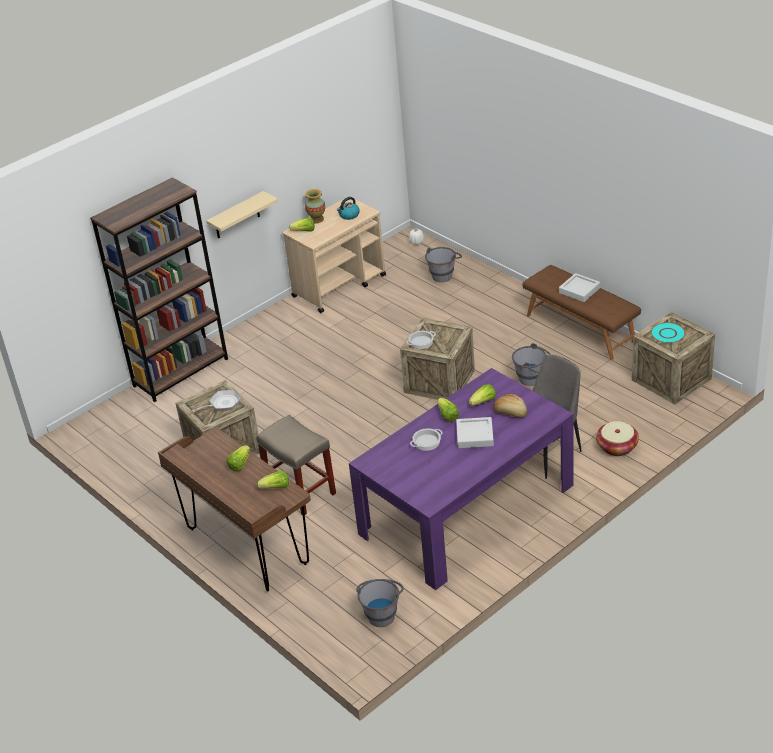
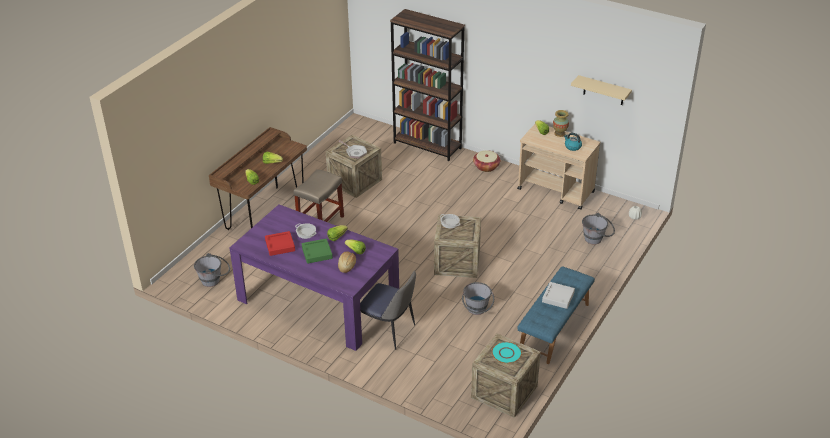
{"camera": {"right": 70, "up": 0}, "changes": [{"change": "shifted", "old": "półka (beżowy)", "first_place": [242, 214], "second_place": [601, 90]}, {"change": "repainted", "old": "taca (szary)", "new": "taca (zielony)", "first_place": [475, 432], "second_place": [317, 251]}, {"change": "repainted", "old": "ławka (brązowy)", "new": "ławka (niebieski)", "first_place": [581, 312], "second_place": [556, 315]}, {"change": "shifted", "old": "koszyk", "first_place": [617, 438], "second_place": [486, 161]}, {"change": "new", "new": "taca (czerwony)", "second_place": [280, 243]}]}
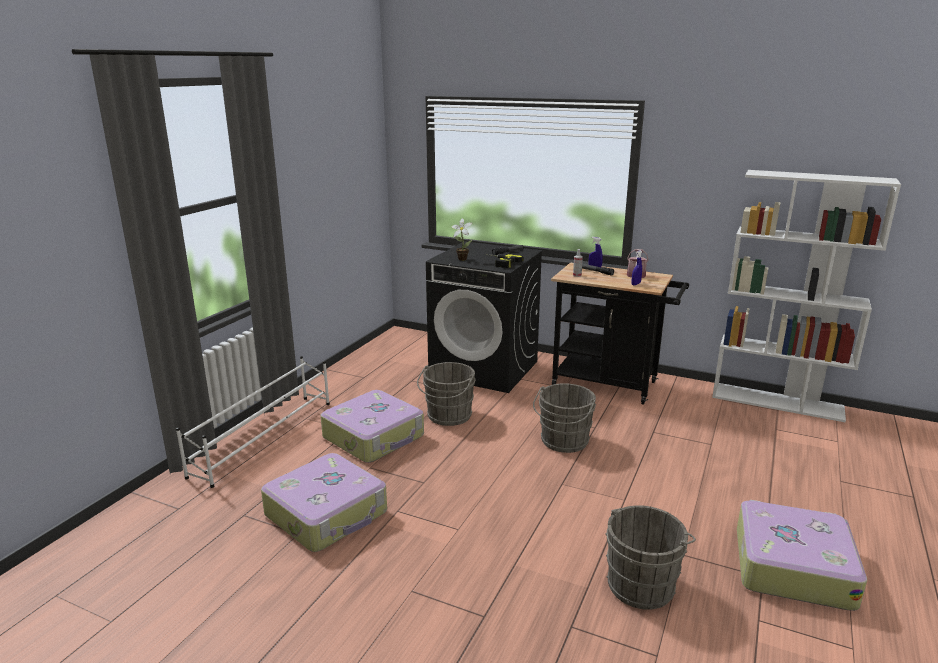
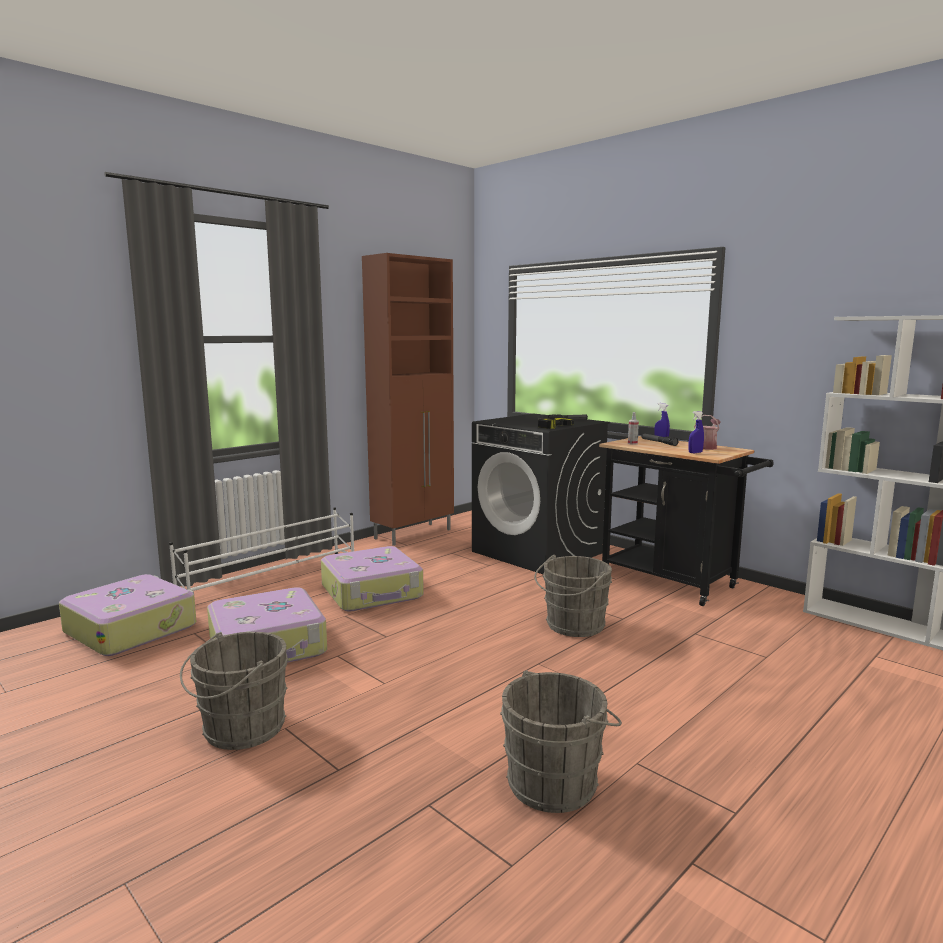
{"camera": {"right": 20, "up": -10}, "changes": [{"change": "shifted", "old": "wiadro (szary)", "first_place": [446, 394], "second_place": [234, 691]}, {"change": "gone", "old": "roślina doniczkowa", "first_place": [461, 239]}, {"change": "shifted", "old": "walizka", "first_place": [802, 555], "second_place": [127, 615]}, {"change": "new", "new": "szafka (brązowy)", "second_place": [408, 399]}]}
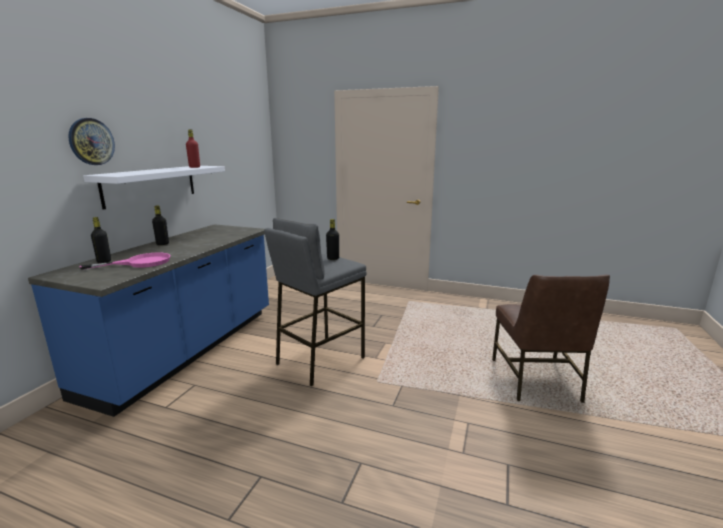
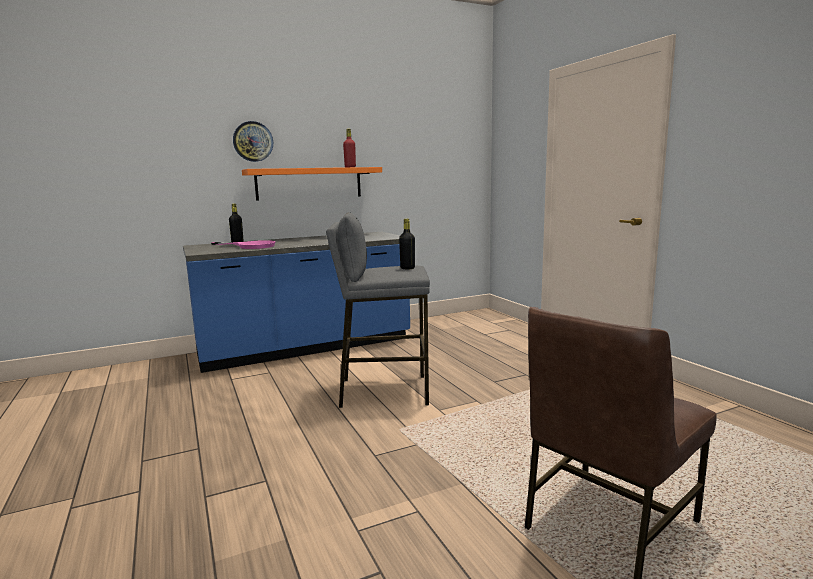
{"camera": {"right": 45, "up": -5}, "changes": [{"change": "repainted", "old": "półka (biały)", "new": "półka (pomarańczowy)", "first_place": [154, 187], "second_place": [312, 184]}, {"change": "gone", "old": "butelka (czarny)", "first_place": [160, 225]}]}
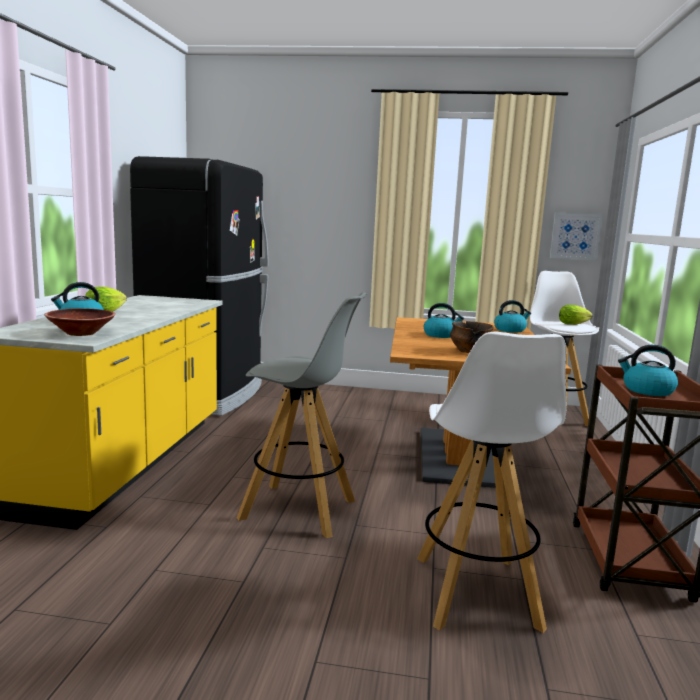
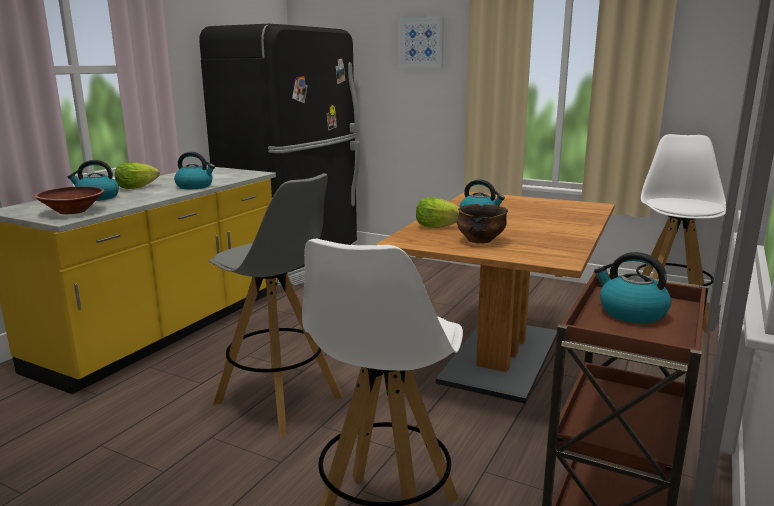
{"camera": {"right": 20, "up": 5}, "changes": [{"change": "shifted", "old": "czajnik", "first_place": [512, 316], "second_place": [194, 170]}, {"change": "shifted", "old": "obraz", "first_place": [576, 236], "second_place": [421, 42]}, {"change": "shifted", "old": "sałata", "first_place": [576, 315], "second_place": [438, 212]}]}
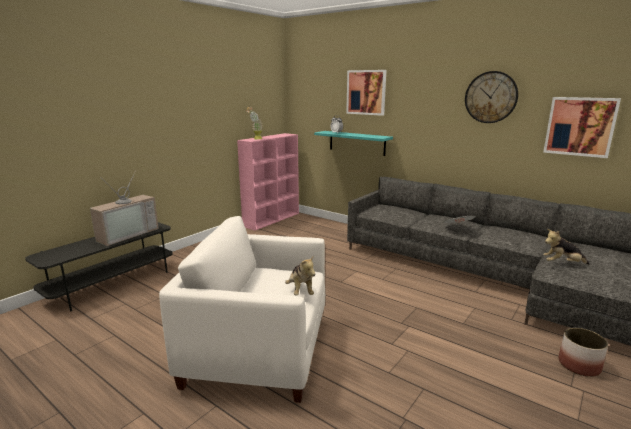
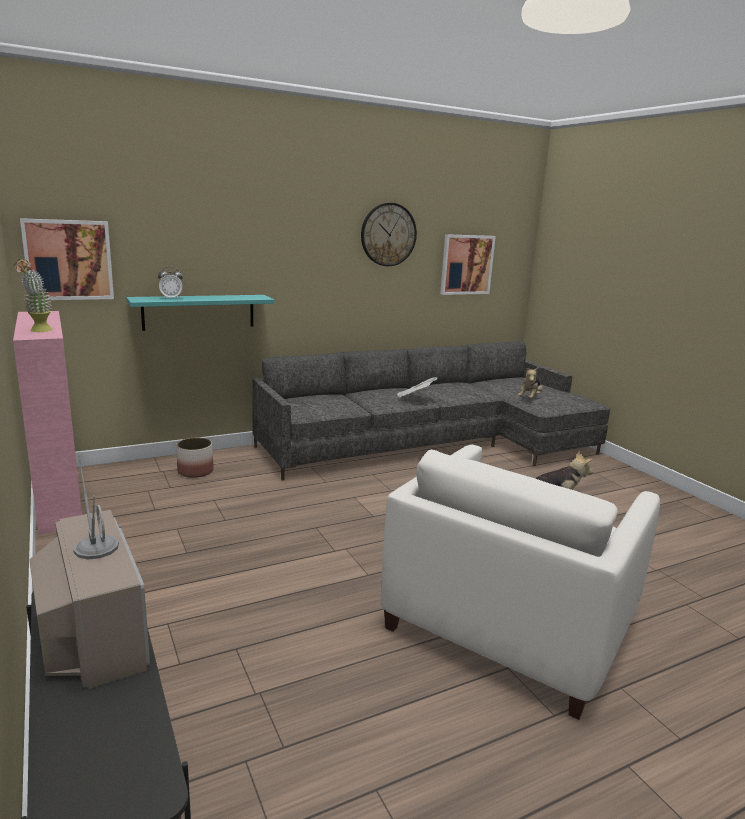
{"camera": {"right": -65, "up": 0}, "changes": [{"change": "shifted", "old": "obraz", "first_place": [366, 93], "second_place": [67, 259]}, {"change": "shifted", "old": "donica", "first_place": [583, 352], "second_place": [194, 458]}]}
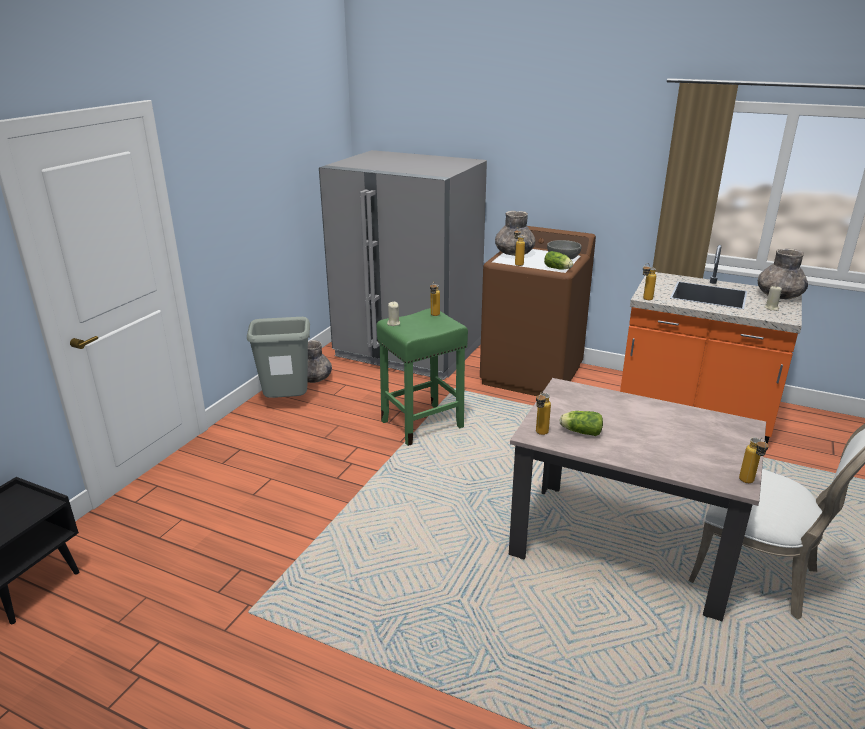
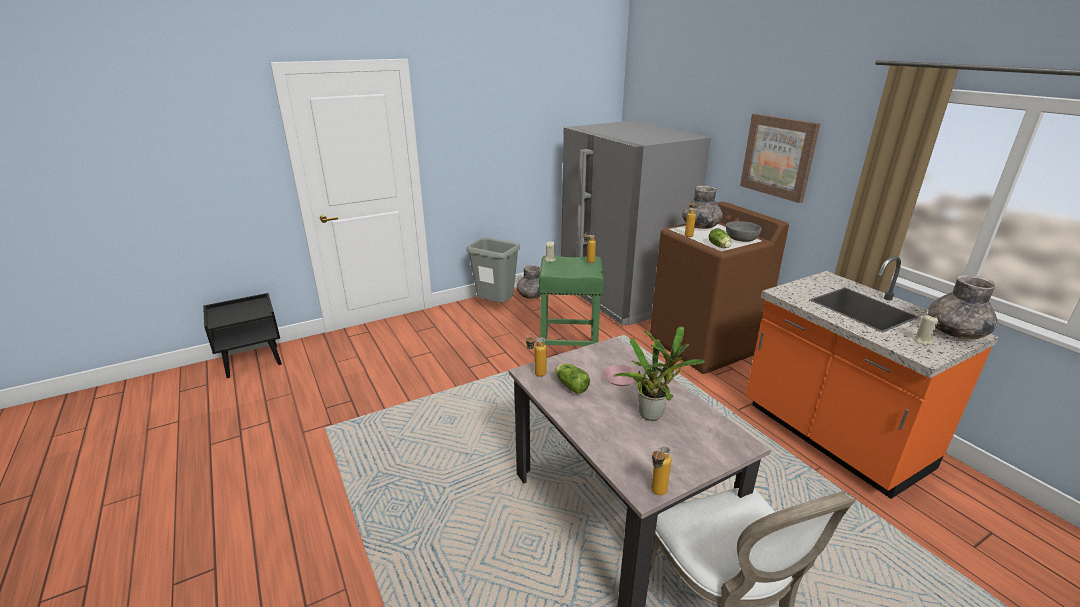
{"camera": {"right": 35, "up": 0}, "changes": [{"change": "gone", "old": "butelka", "first_place": [649, 281]}, {"change": "new", "new": "talerz (różowy)", "second_place": [620, 375]}, {"change": "new", "new": "roślina doniczkowa", "second_place": [659, 373]}, {"change": "new", "new": "obraz", "second_place": [780, 158]}]}
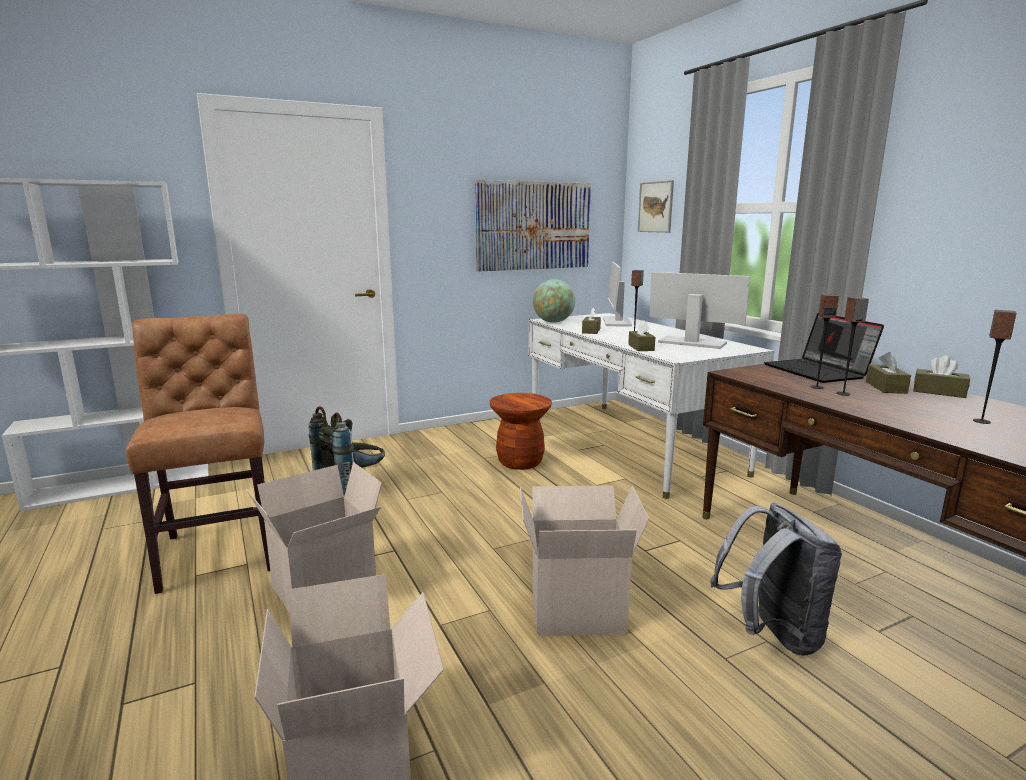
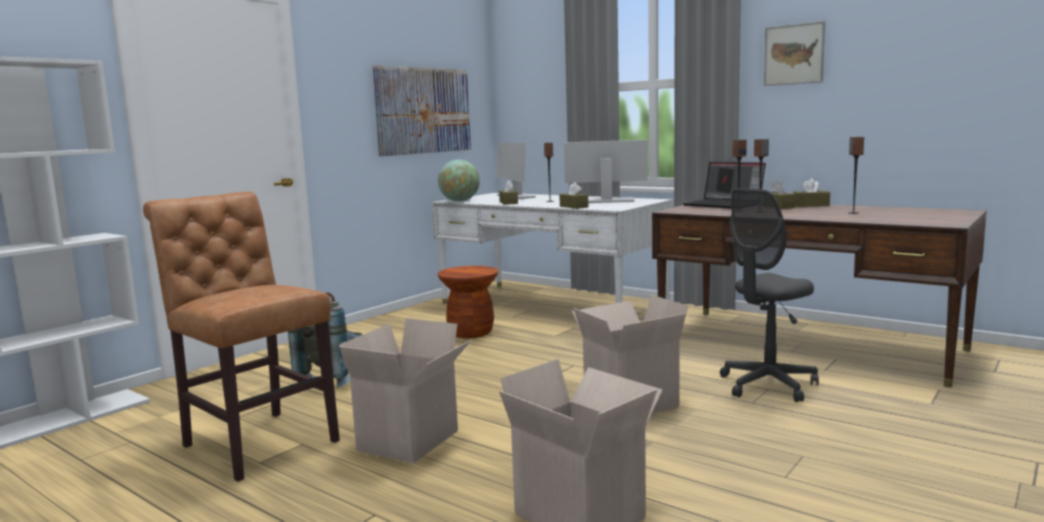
{"camera": {"right": -25, "up": -5}, "changes": [{"change": "shifted", "old": "obraz", "first_place": [656, 206], "second_place": [794, 53]}, {"change": "swapped", "old": "plecak (szary)", "new": "krzesło biurowe (szary)", "first_place": [776, 579], "second_place": [769, 295]}]}
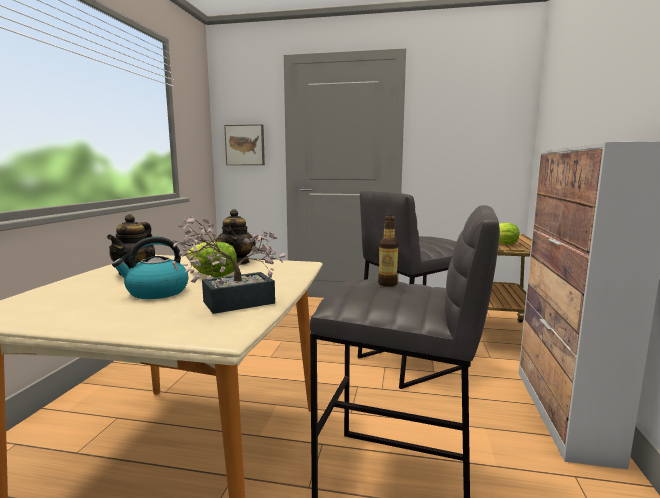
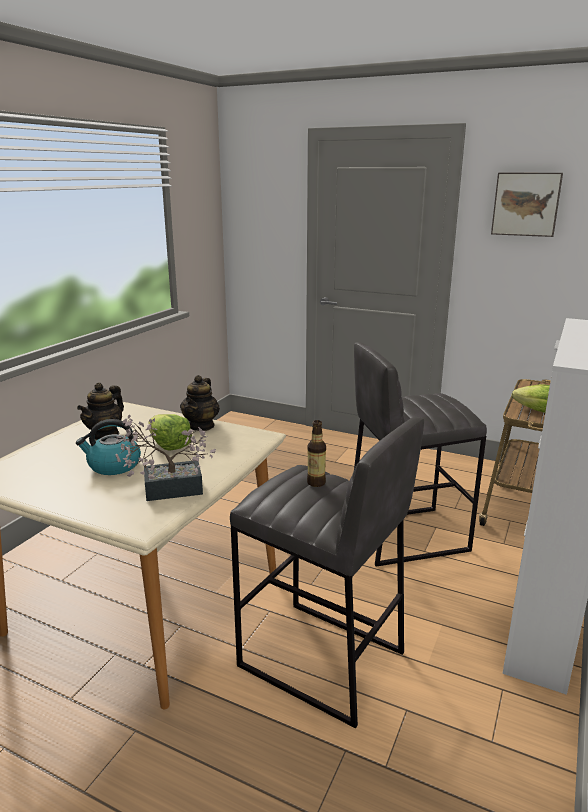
{"camera": {"right": 15, "up": 10}, "changes": [{"change": "shifted", "old": "obraz", "first_place": [244, 144], "second_place": [527, 205]}]}
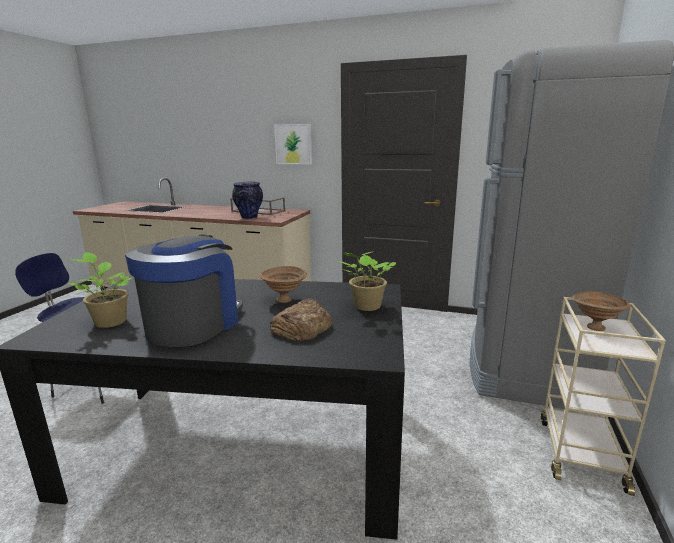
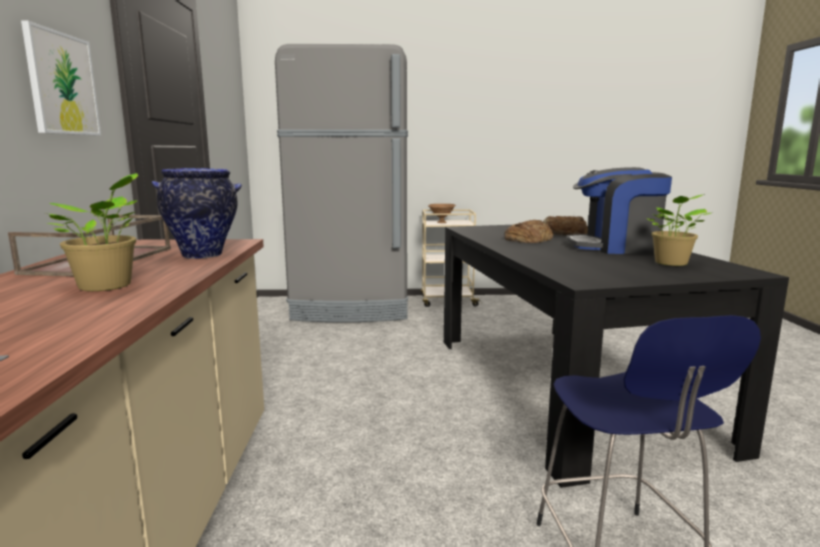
{"camera": {"right": -110, "up": -5}, "changes": [{"change": "swapped", "old": "miska (brązowy)", "new": "chleb", "first_place": [283, 284], "second_place": [529, 231]}, {"change": "shifted", "old": "roślina doniczkowa", "first_place": [367, 281], "second_place": [92, 232]}]}
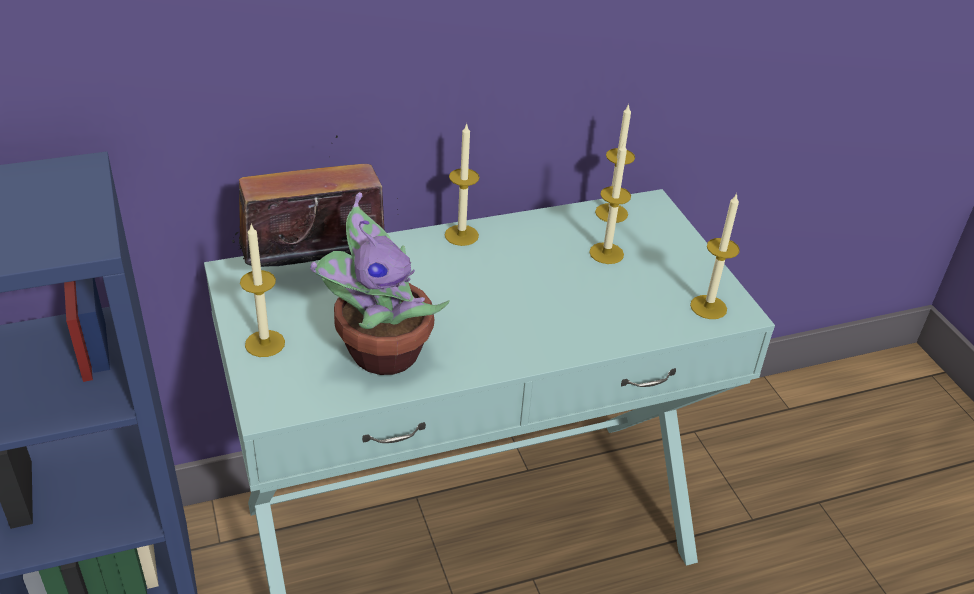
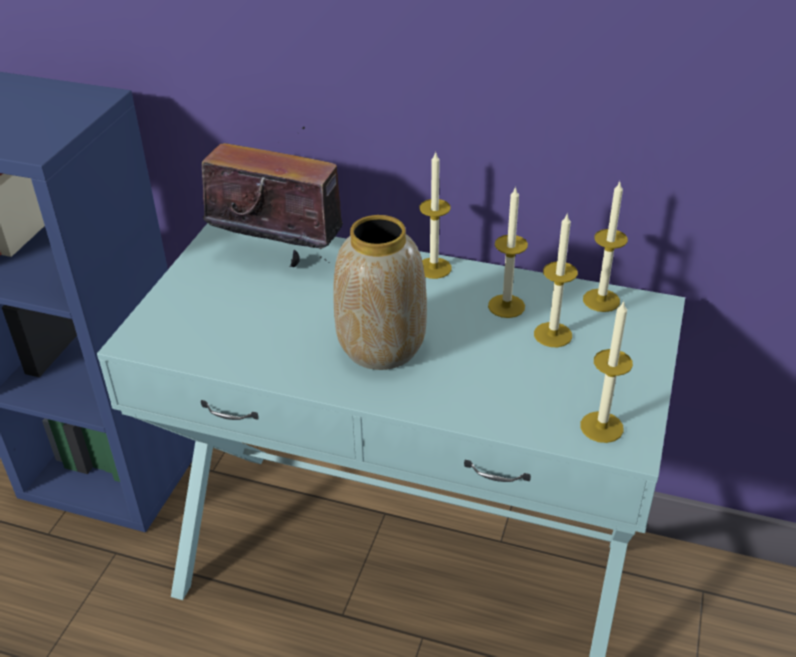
{"camera": {"right": 40, "up": 0}, "changes": [{"change": "shifted", "old": "świeca", "first_place": [262, 290], "second_place": [508, 252]}, {"change": "gone", "old": "roślina doniczkowa", "first_place": [380, 283]}, {"change": "new", "new": "wazon", "second_place": [380, 292]}]}
